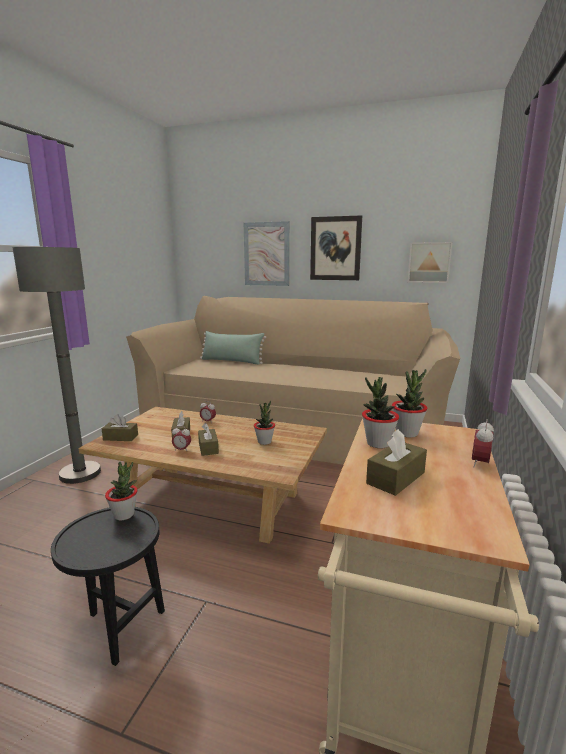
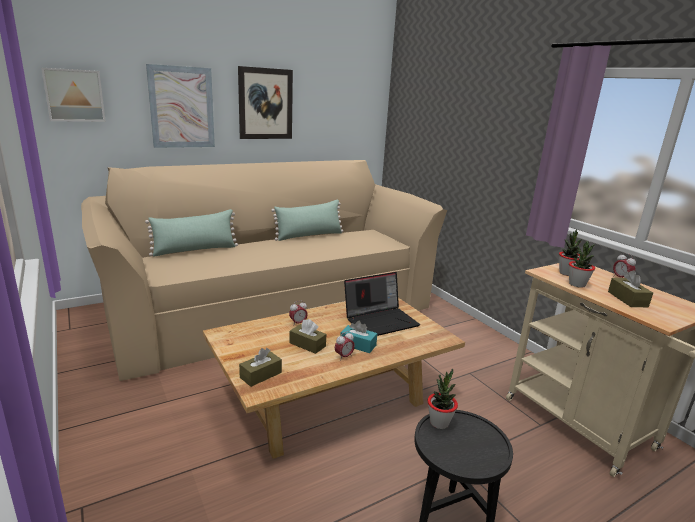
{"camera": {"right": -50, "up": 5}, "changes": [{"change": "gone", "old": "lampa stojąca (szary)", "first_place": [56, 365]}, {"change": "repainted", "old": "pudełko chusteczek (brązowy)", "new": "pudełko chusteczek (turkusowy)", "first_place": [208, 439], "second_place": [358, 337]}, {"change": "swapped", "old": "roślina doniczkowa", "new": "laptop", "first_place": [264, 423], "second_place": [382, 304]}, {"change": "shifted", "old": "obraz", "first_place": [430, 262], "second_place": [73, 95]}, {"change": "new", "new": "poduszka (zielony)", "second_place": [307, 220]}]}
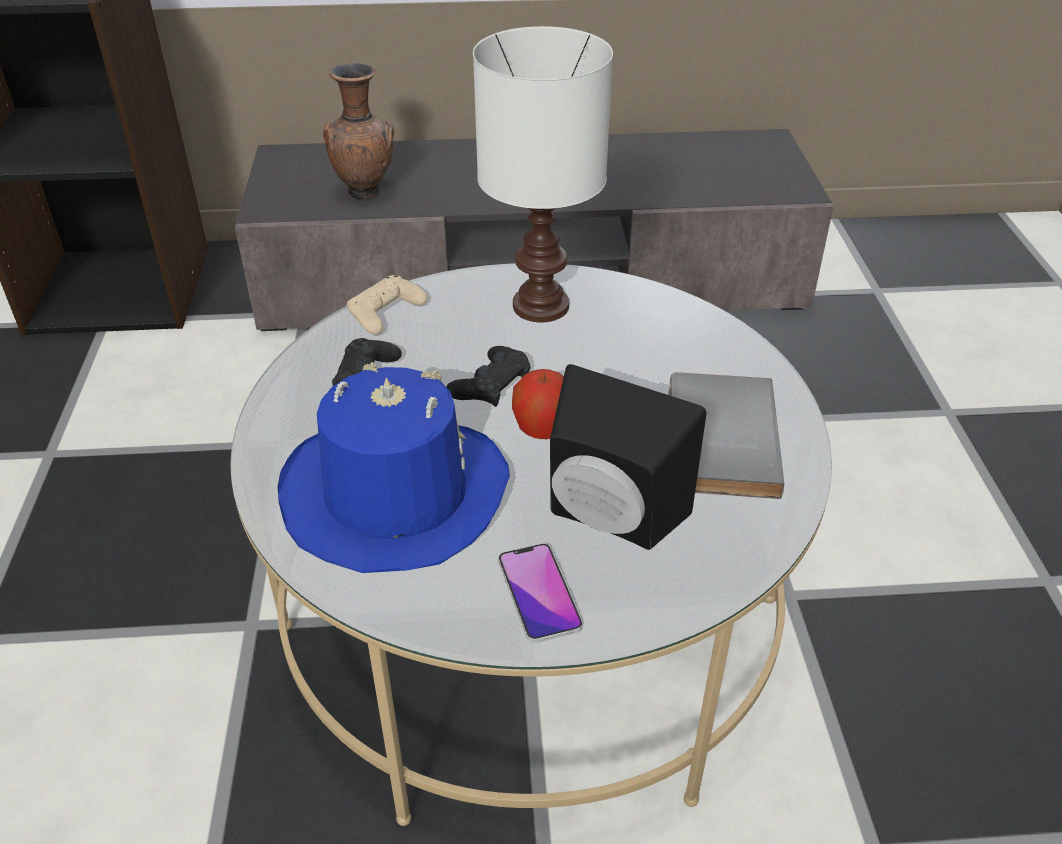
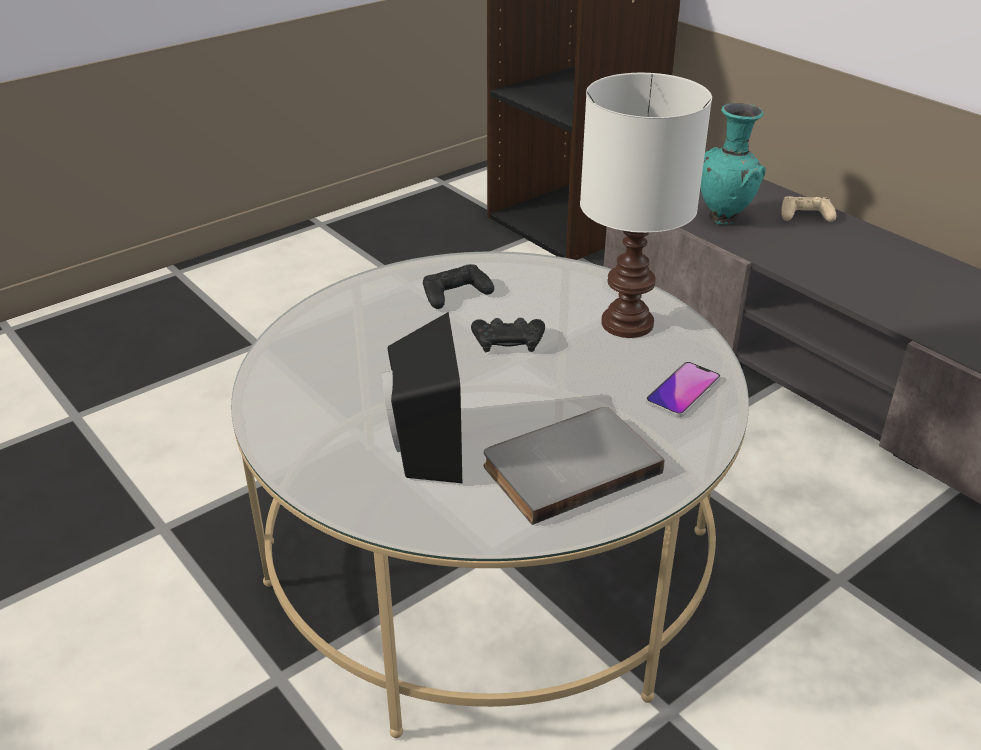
{"camera": {"right": 55, "up": -5}, "changes": [{"change": "gone", "old": "kapelusz (niebieski)", "first_place": [394, 467]}, {"change": "repainted", "old": "wazon (brązowy)", "new": "wazon (turkusowy)", "first_place": [358, 131], "second_place": [733, 163]}, {"change": "shifted", "old": "pad do gier (beżowy)", "first_place": [387, 305], "second_place": [808, 209]}, {"change": "shifted", "old": "telefon", "first_place": [540, 593], "second_place": [683, 389]}, {"change": "gone", "old": "jabłko", "first_place": [538, 404]}]}
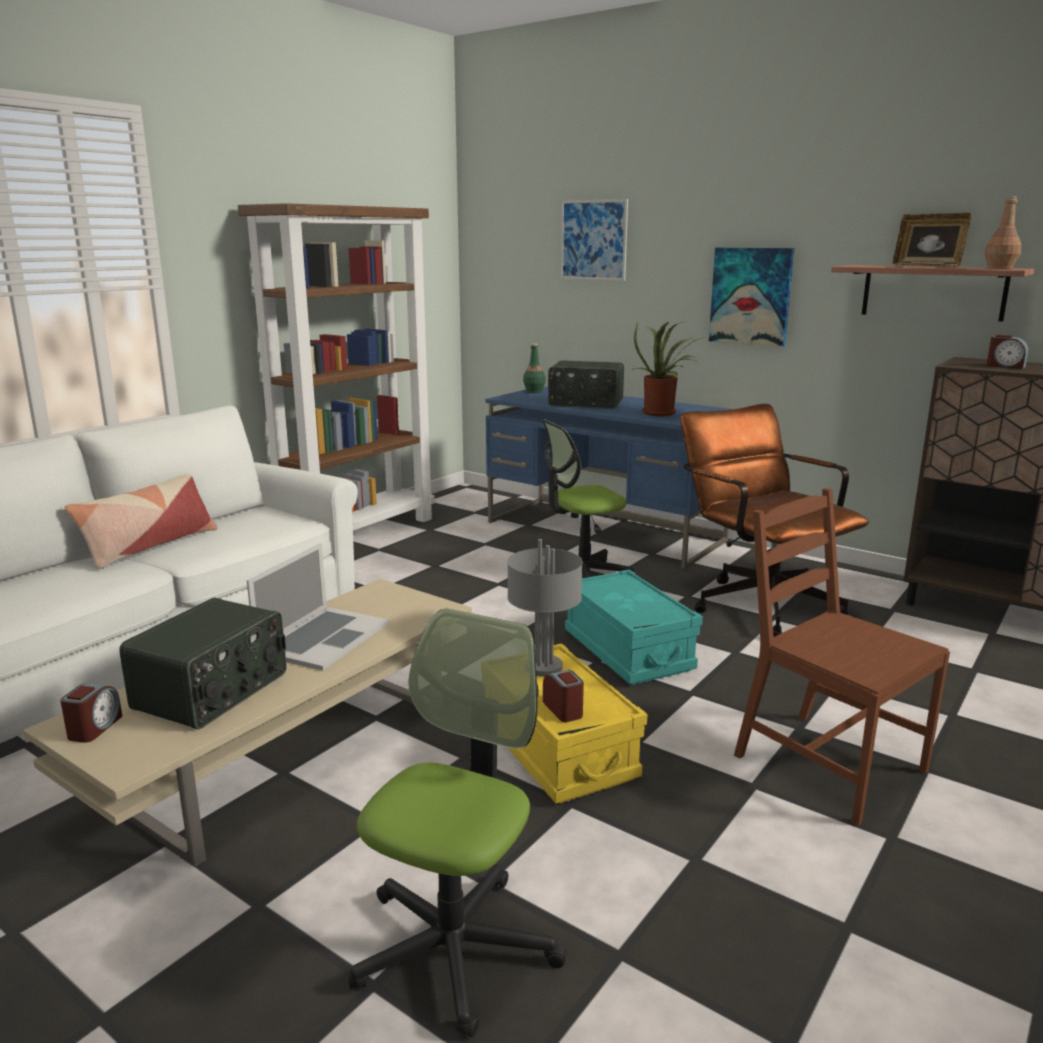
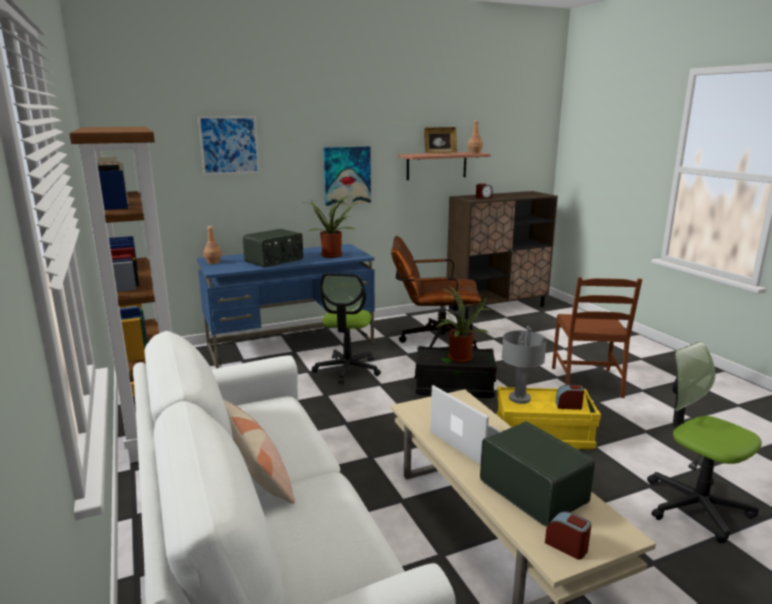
{"camera": {"right": -60, "up": 0}, "changes": [{"change": "repainted", "old": "butelka (zielony)", "new": "butelka (brązowy)", "first_place": [534, 368], "second_place": [213, 245]}, {"change": "repainted", "old": "pojemnik do przechowywania (turkusowy)", "new": "pojemnik do przechowywania (czarny)", "first_place": [634, 627], "second_place": [455, 372]}, {"change": "rotated", "old": "krzesło (brązowy)", "first_place": [842, 657], "second_place": [597, 337], "degrees": -75}, {"change": "new", "new": "roślina doniczkowa", "second_place": [460, 324]}]}
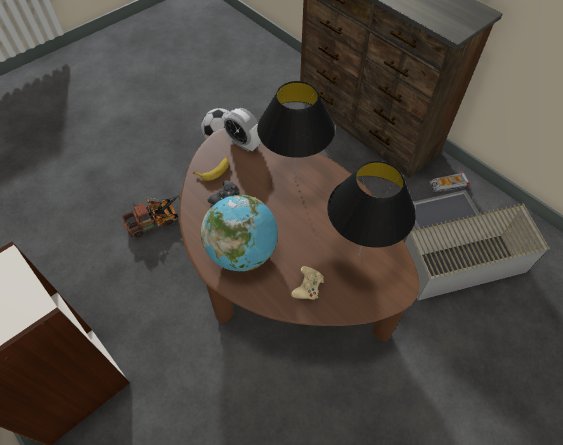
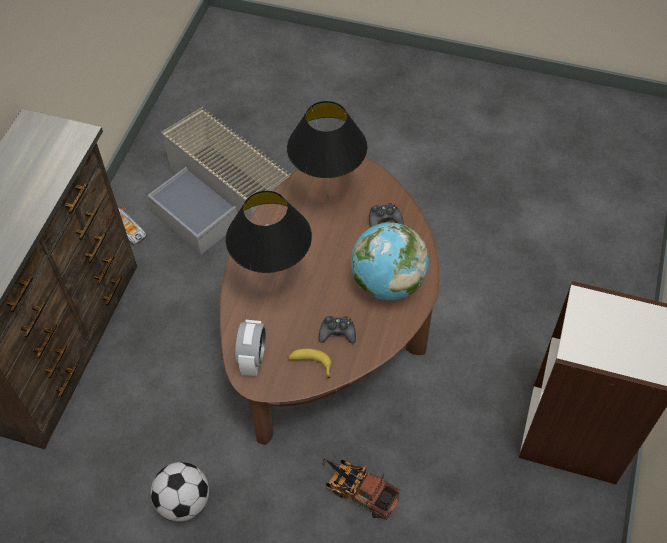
{"camera": {"right": -120, "up": 0}, "changes": [{"change": "repainted", "old": "pad do gier (beżowy)", "new": "pad do gier (czarny)", "first_place": [307, 283], "second_place": [386, 215]}]}
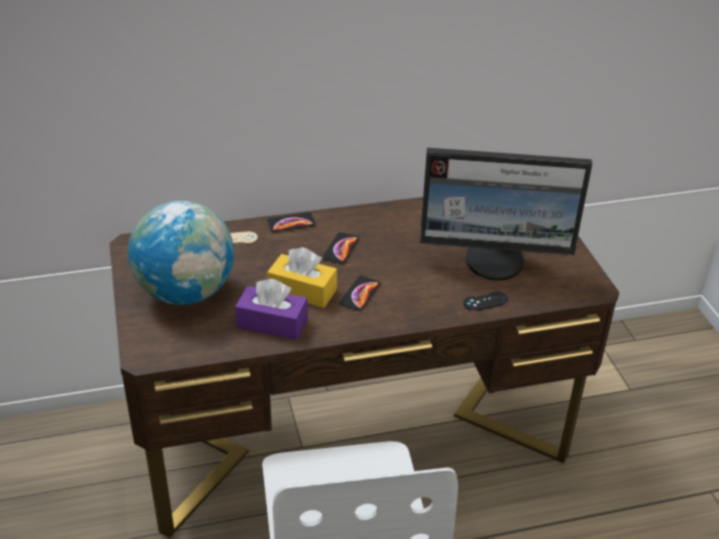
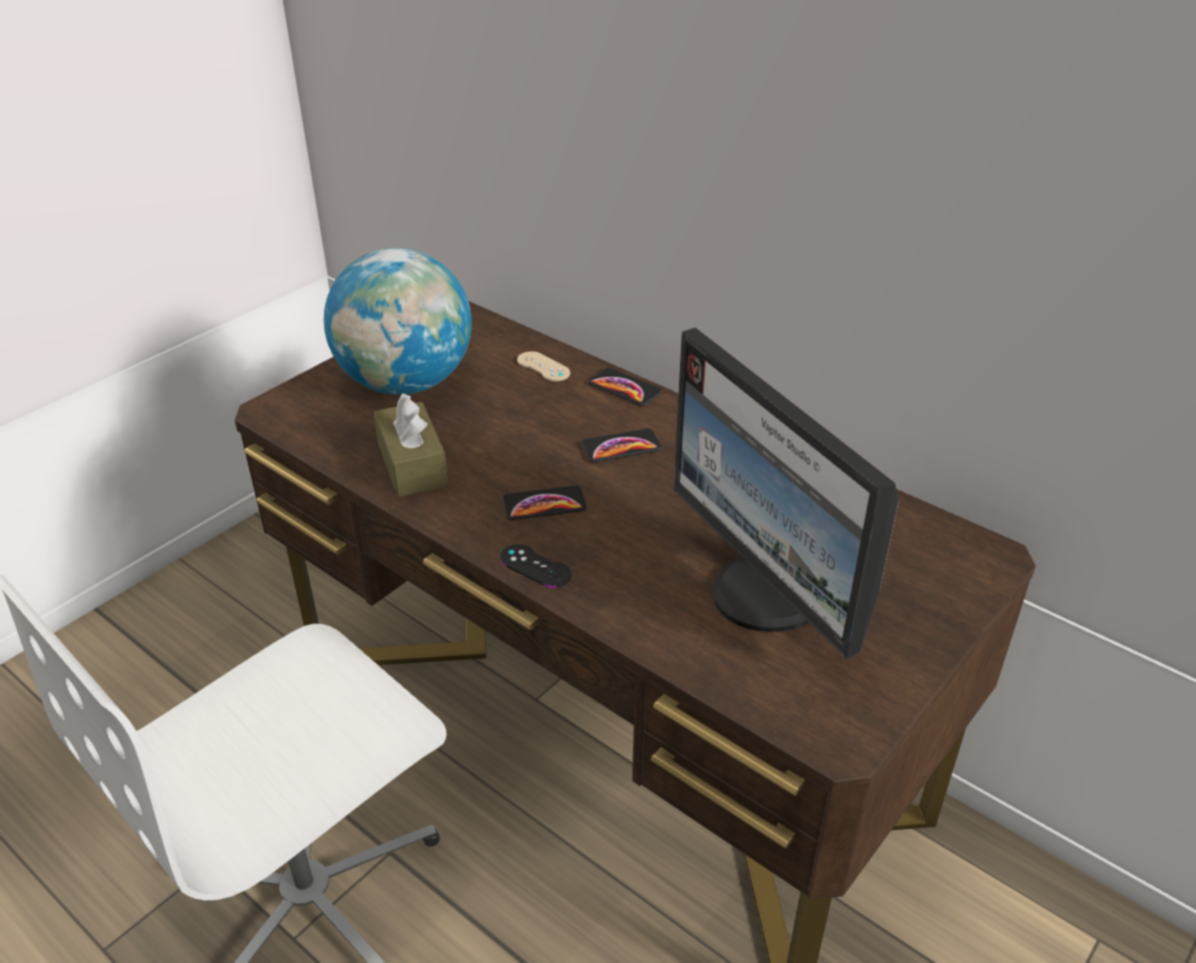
{"camera": {"right": 55, "up": 0}, "changes": [{"change": "repainted", "old": "pudełko chusteczek (fioletowy)", "new": "pudełko chusteczek (brązowy)", "first_place": [271, 309], "second_place": [410, 445]}, {"change": "gone", "old": "pudełko chusteczek (żółty)", "first_place": [302, 277]}, {"change": "shifted", "old": "pad do gier (czarny)", "first_place": [485, 301], "second_place": [535, 566]}]}
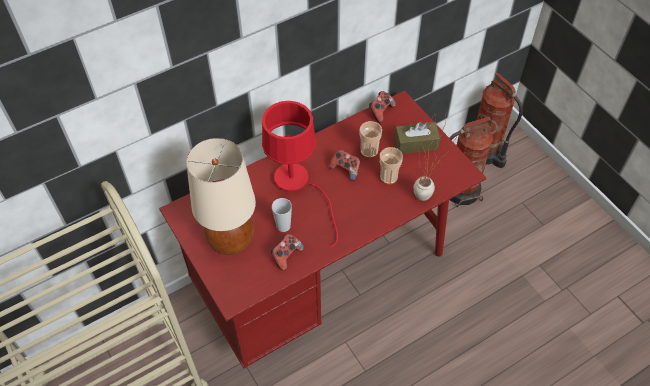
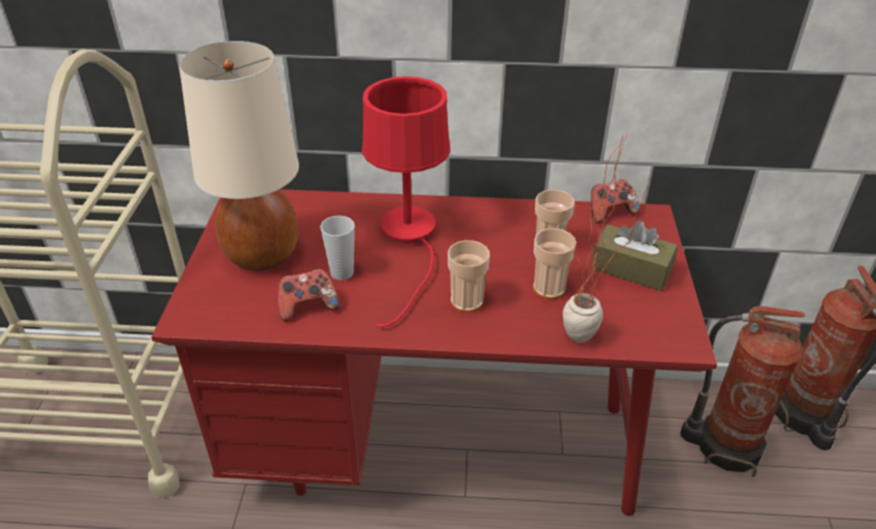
{"camera": {"right": 35, "up": -15}, "changes": [{"change": "gone", "old": "pad do gier", "first_place": [344, 165]}, {"change": "new", "new": "filiżanka", "second_place": [469, 276]}]}
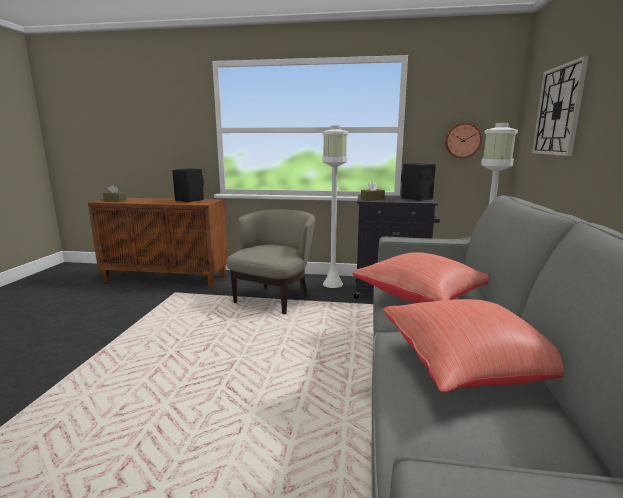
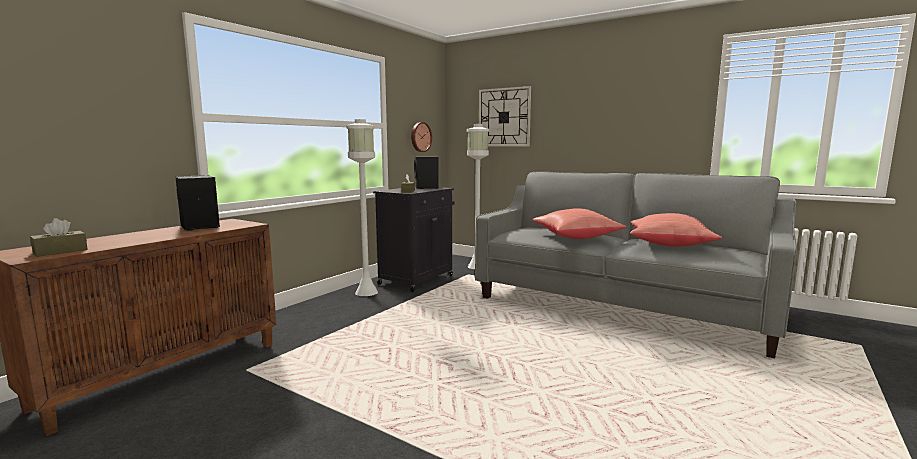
{"camera": {"right": -65, "up": -5}, "changes": [{"change": "gone", "old": "fotel (beżowy)", "first_place": [270, 261]}]}
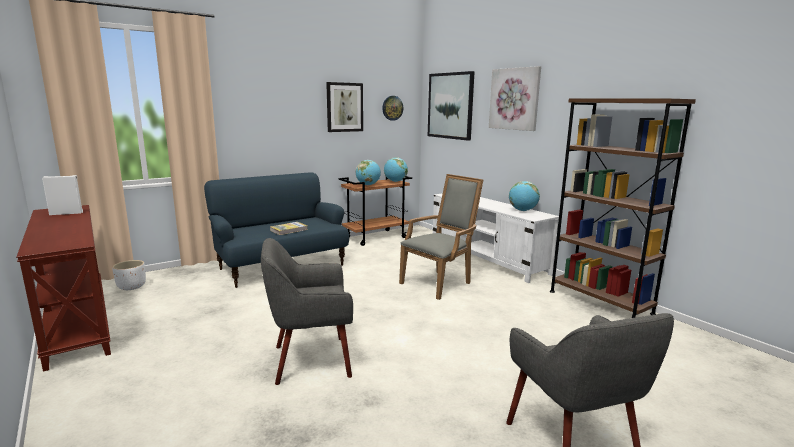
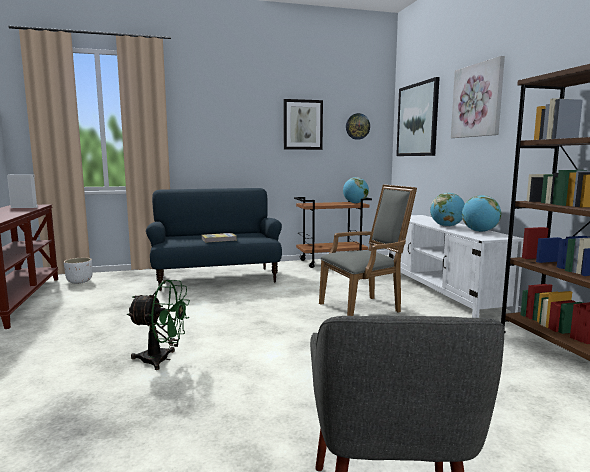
{"camera": {"right": 20, "up": -5}, "changes": [{"change": "swapped", "old": "fotel (szary)", "new": "wentylator (zielony)", "first_place": [307, 311], "second_place": [158, 325]}, {"change": "shifted", "old": "globus", "first_place": [368, 172], "second_place": [447, 210]}]}
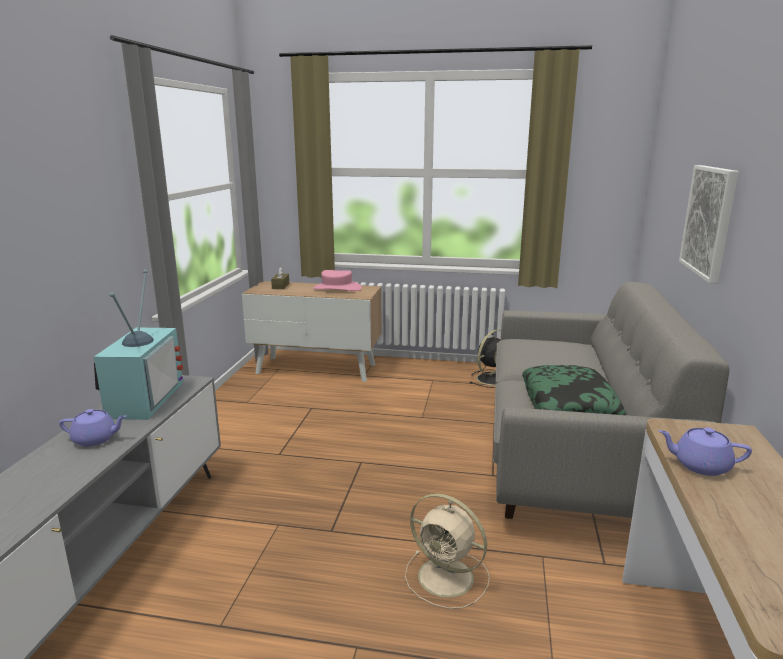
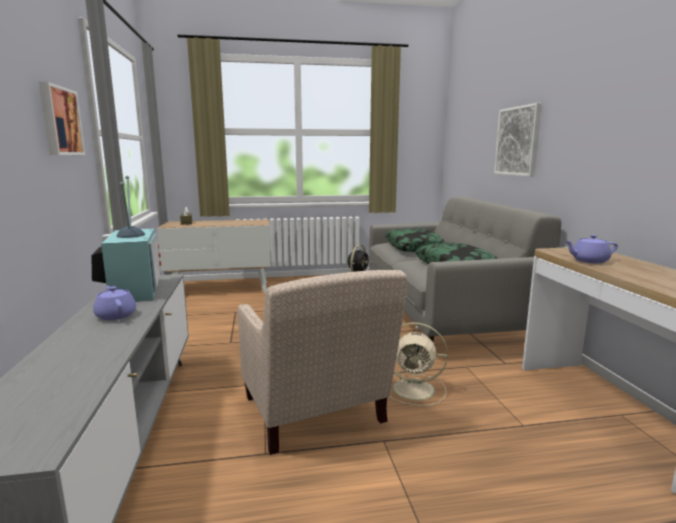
{"camera": {"right": -20, "up": -5}, "changes": [{"change": "rotated", "old": "imbryk (fioletowy)", "first_place": [92, 427], "second_place": [114, 303], "degrees": -105}, {"change": "gone", "old": "kapelusz (różowy)", "first_place": [337, 280]}, {"change": "new", "new": "obraz", "second_place": [62, 118]}, {"change": "new", "new": "fotel (beżowy)", "second_place": [322, 362]}, {"change": "new", "new": "poduszka", "second_place": [416, 240]}]}
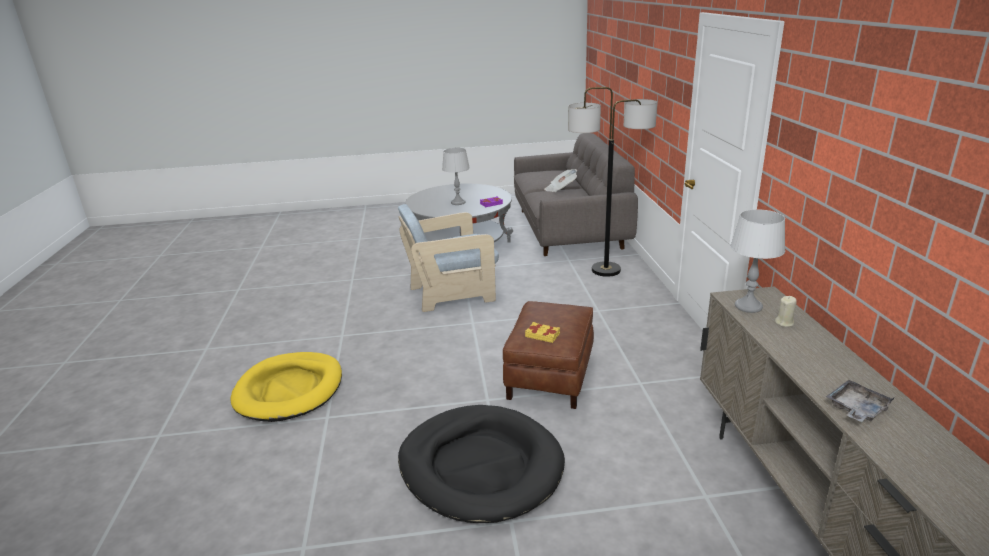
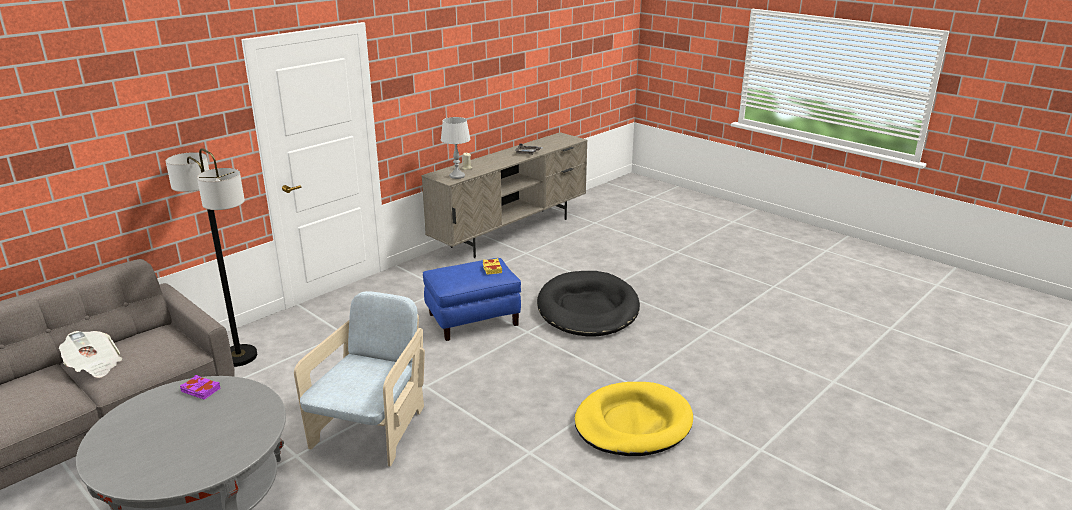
{"camera": {"right": -130, "up": 0}, "changes": [{"change": "rotated", "old": "fotel (beżowy)", "first_place": [448, 258], "second_place": [359, 379], "degrees": -105}, {"change": "gone", "old": "lampa stołowa (szary)", "first_place": [456, 176]}, {"change": "repainted", "old": "pufa (brązowy)", "new": "pufa (niebieski)", "first_place": [548, 355], "second_place": [472, 299]}]}
